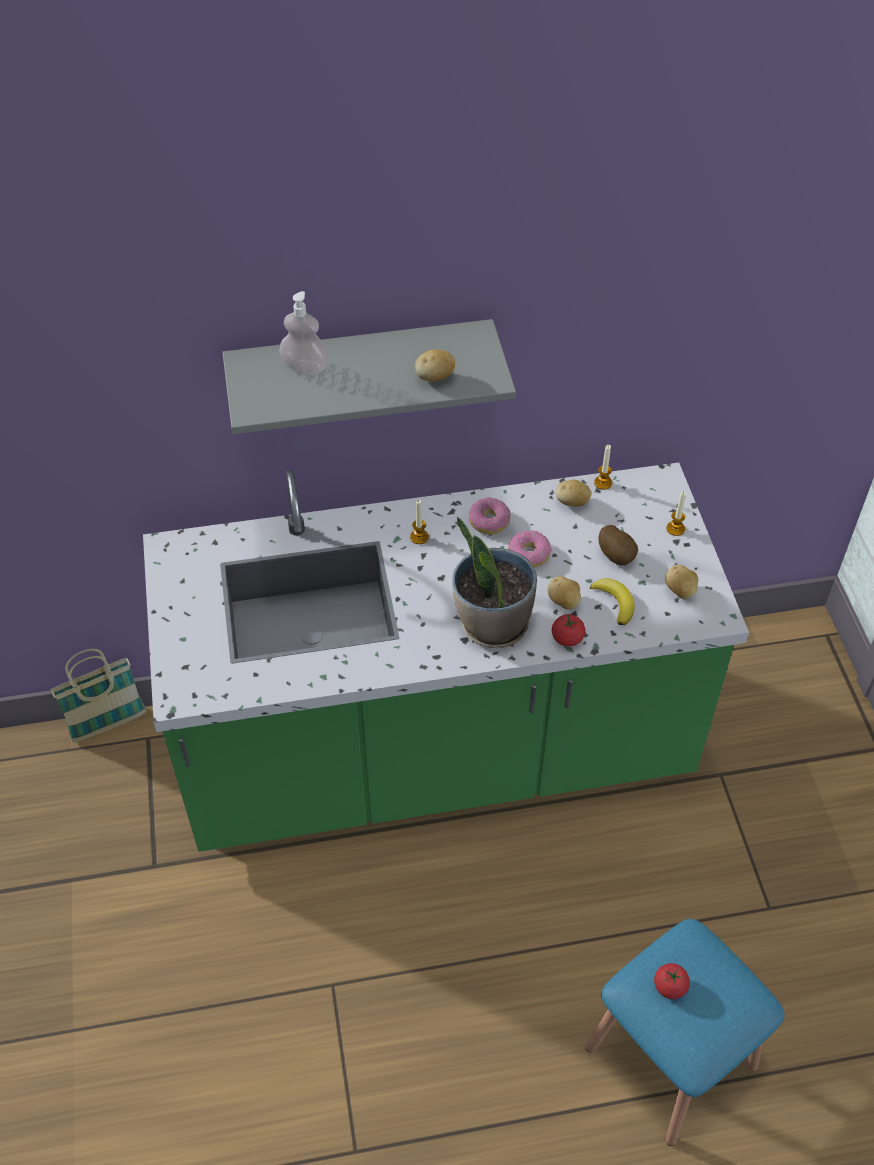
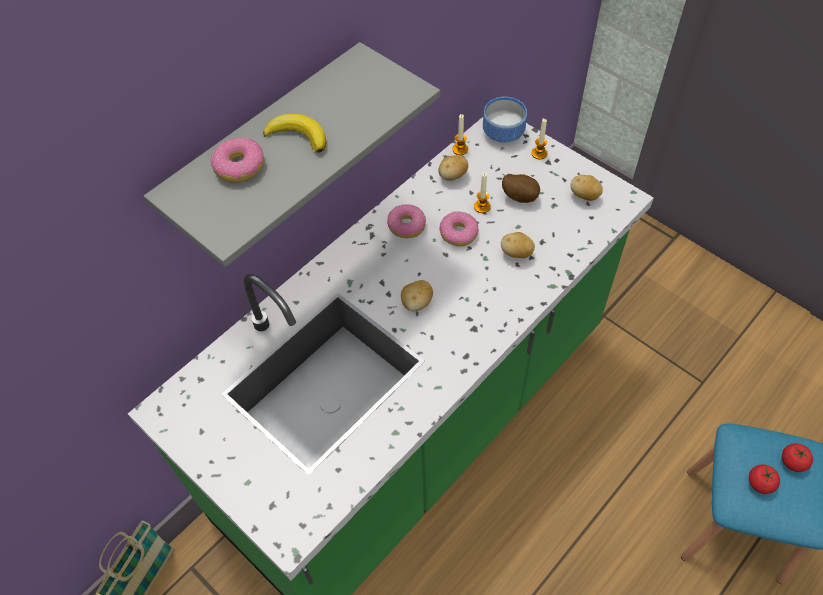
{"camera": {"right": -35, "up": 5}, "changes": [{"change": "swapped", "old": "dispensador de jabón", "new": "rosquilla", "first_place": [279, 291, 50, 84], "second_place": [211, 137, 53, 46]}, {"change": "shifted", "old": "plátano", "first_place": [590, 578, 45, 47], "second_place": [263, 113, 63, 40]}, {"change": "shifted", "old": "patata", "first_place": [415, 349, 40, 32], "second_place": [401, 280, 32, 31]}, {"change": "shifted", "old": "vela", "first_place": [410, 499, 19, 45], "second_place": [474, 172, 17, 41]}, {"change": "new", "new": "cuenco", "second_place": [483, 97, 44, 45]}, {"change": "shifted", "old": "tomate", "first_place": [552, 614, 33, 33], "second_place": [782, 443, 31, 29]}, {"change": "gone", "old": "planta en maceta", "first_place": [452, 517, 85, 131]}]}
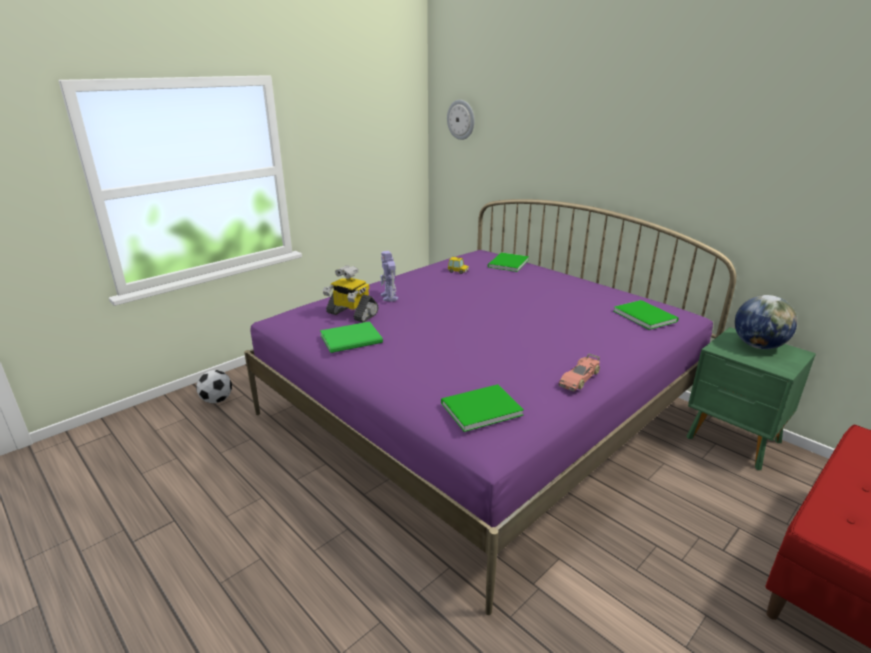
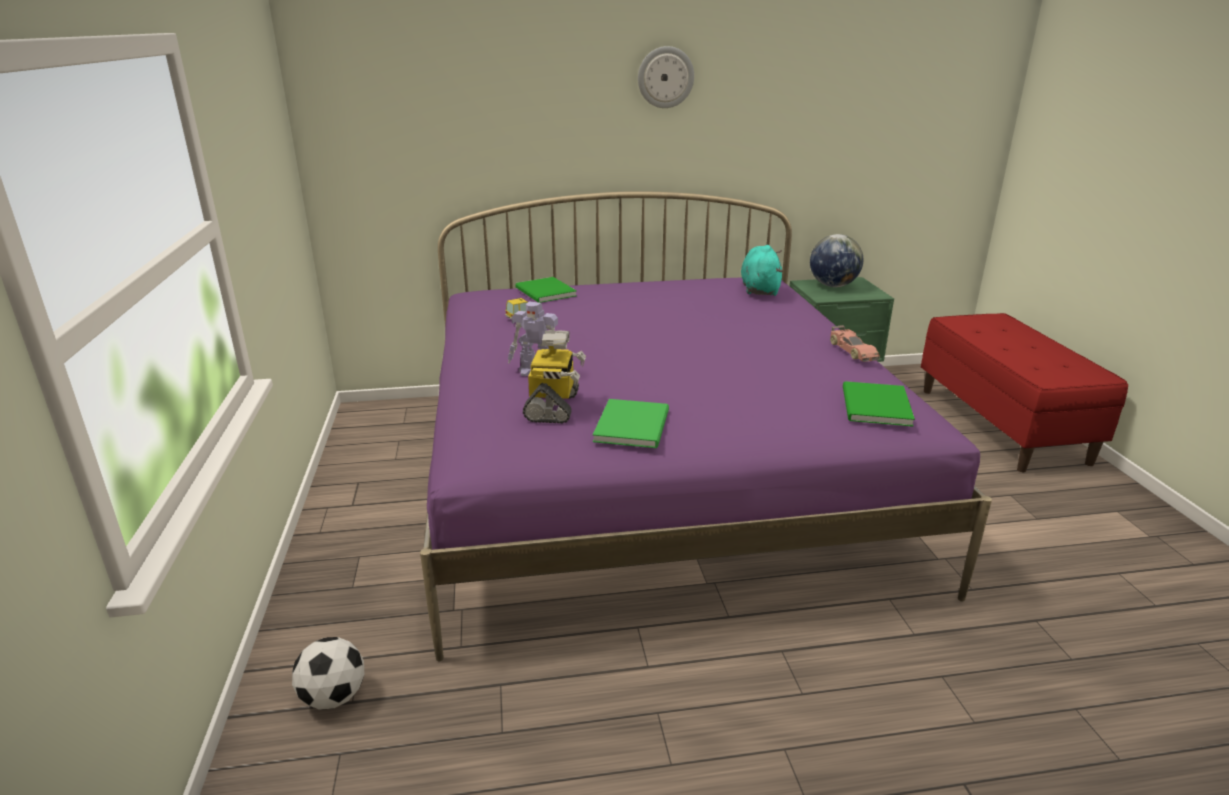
{"camera": {"right": -55, "up": 0}, "changes": [{"change": "rotated", "old": "robot de juguete", "first_place": [323, 265, 55, 57], "second_place": [523, 330, 63, 93], "degrees": -60}, {"change": "shifted", "old": "reloj de pared", "first_place": [447, 100, 27, 40], "second_place": [638, 46, 56, 62]}, {"change": "swapped", "old": "libro/verde", "new": "peluche/turquesa", "first_place": [614, 300, 65, 30], "second_place": [741, 245, 41, 51]}]}
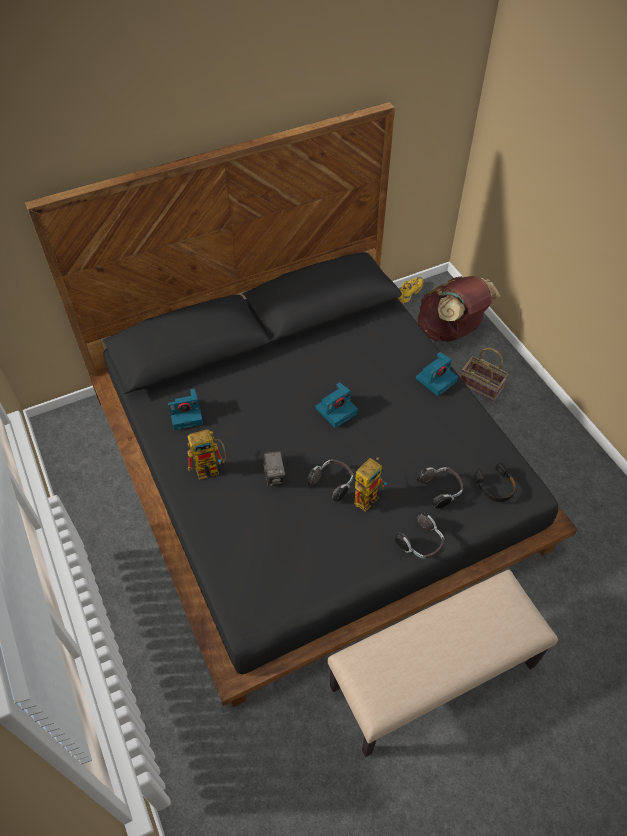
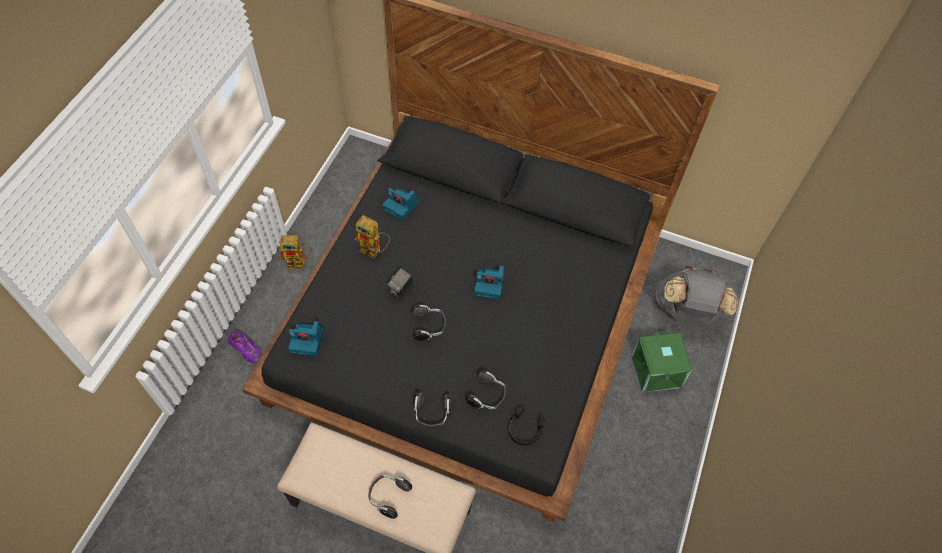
{"camera": {"right": 45, "up": 5}, "changes": [{"change": "new", "new": "zapato/morado", "second_place": [228, 331, 34, 32]}, {"change": "shifted", "old": "robot de juguete", "first_place": [354, 457, 33, 55], "second_place": [279, 235, 32, 34]}, {"change": "shifted", "old": "cámara", "first_place": [416, 352, 42, 44], "second_place": [288, 321, 35, 35]}, {"change": "new", "new": "auriculares", "second_place": [368, 475, 44, 44]}, {"change": "swapped", "old": "cesta", "new": "caja de almacenaje/verde", "first_place": [461, 348, 47, 53], "second_place": [632, 331, 60, 61]}, {"change": "repainted", "old": "mochila/marrón", "new": "mochila/gris", "first_place": [418, 276, 83, 66], "second_place": [655, 266, 83, 61]}, {"change": "gone", "old": "zapato/amarillo", "first_place": [398, 277, 25, 27]}]}
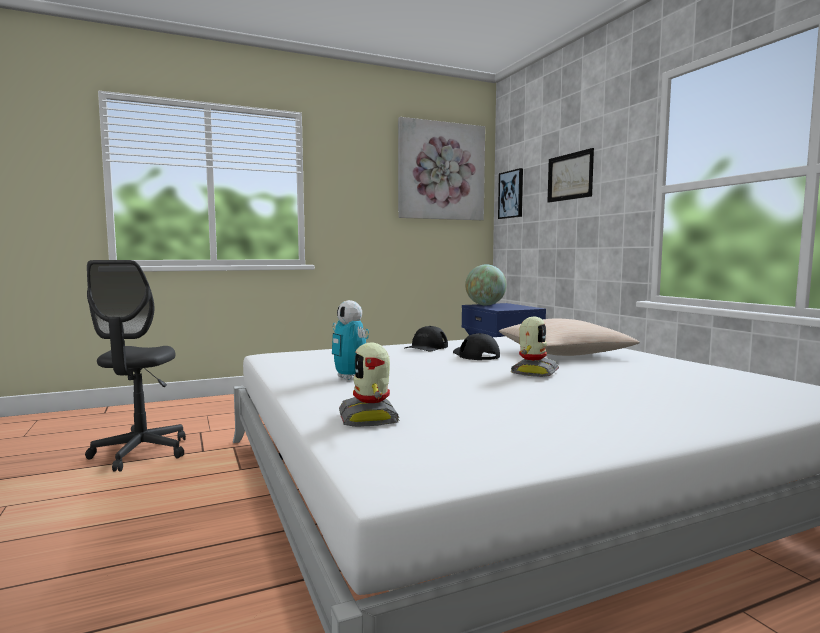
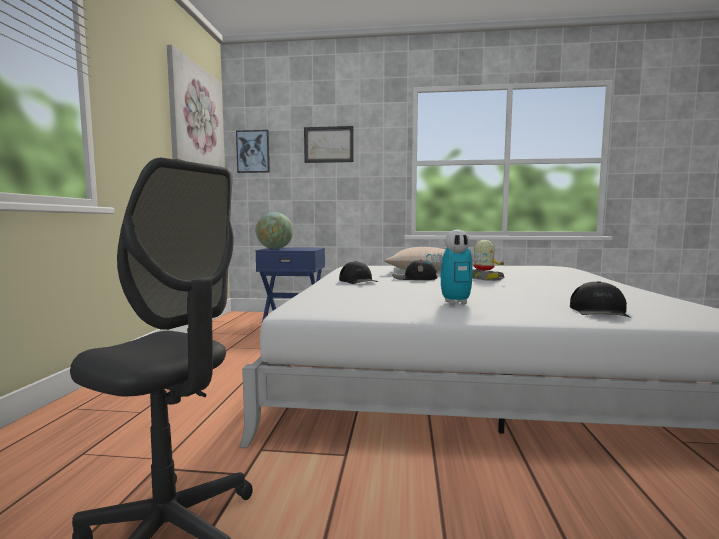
{"camera": {"right": -60, "up": 0}, "changes": [{"change": "swapped", "old": "robot de juguete", "new": "gorra/negro", "first_place": [339, 342, 60, 85], "second_place": [570, 281, 61, 37]}]}
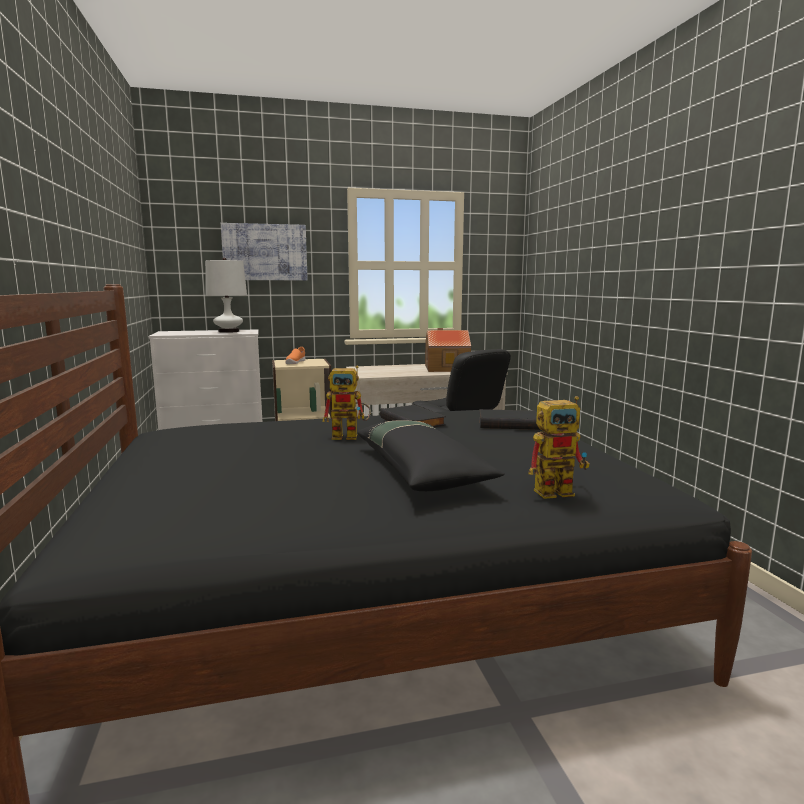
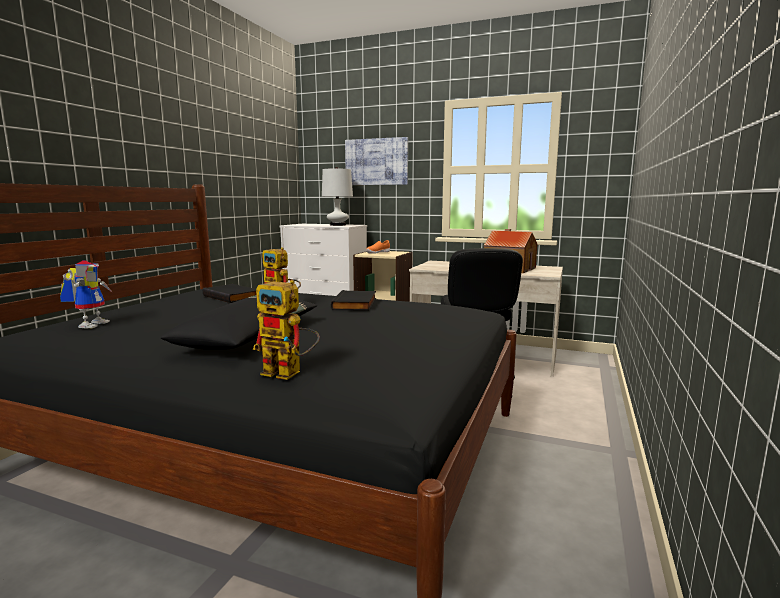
{"camera": {"right": 35, "up": 0}, "changes": [{"change": "new", "new": "robot de juguete", "second_place": [60, 260, 53, 69]}, {"change": "shifted", "old": "libro/negro", "first_place": [479, 409, 62, 21], "second_place": [203, 284, 53, 19]}]}
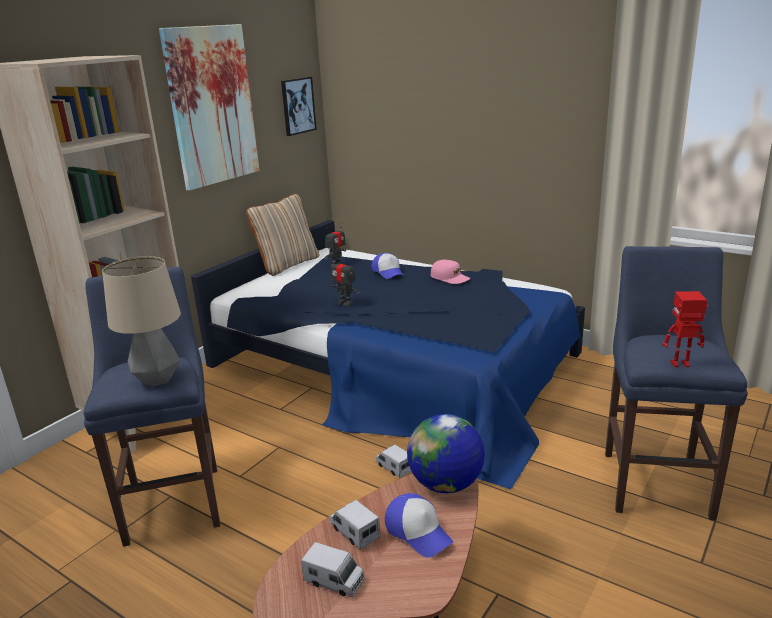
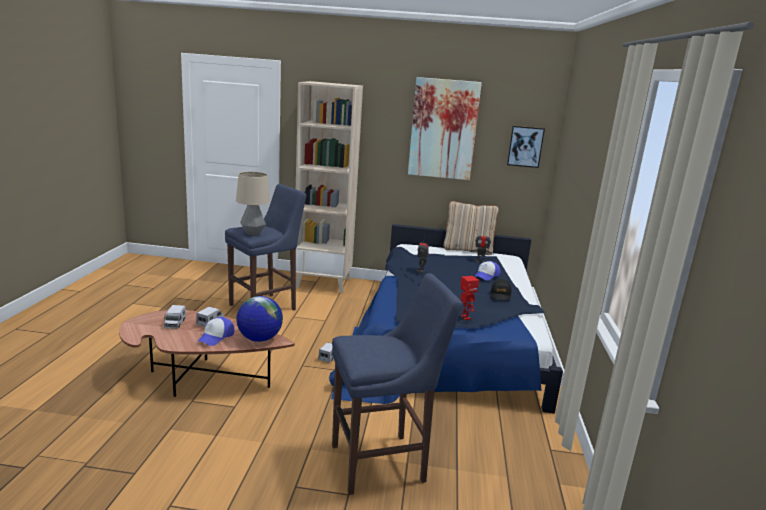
{"camera": {"right": 60, "up": -5}, "changes": [{"change": "shifted", "old": "robot de juguete", "first_place": [662, 291, 45, 76], "second_place": [460, 276, 19, 44]}, {"change": "repainted", "old": "gorra/rosa", "new": "gorra/negro", "first_place": [431, 260, 40, 24], "second_place": [491, 279, 21, 22]}]}
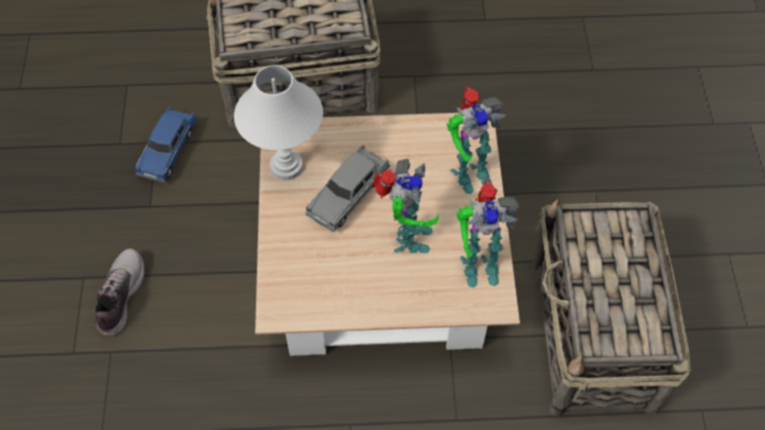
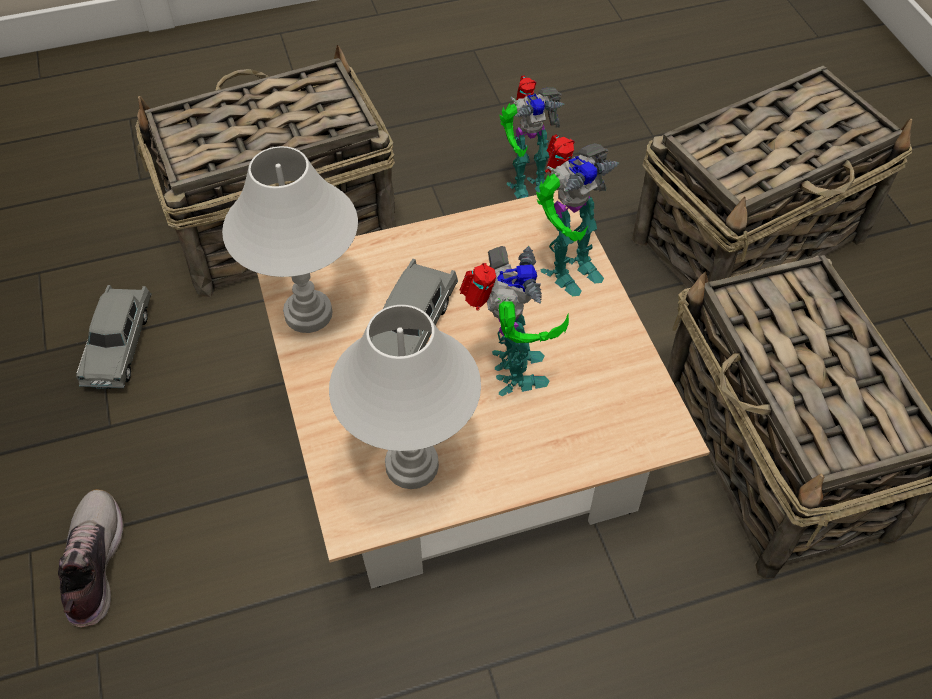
{"camera": {"right": -15, "up": -5}, "changes": [{"change": "repainted", "old": "coche de juguete/azul", "new": "coche de juguete/gris", "first_place": [135, 107, 62, 75], "second_place": [76, 285, 76, 104]}, {"change": "new", "new": "lámpara de mesa/blanco", "second_place": [329, 305, 152, 184]}, {"change": "shifted", "old": "robot de juguete", "first_place": [456, 180, 63, 108], "second_place": [499, 75, 66, 124]}, {"change": "new", "new": "cesta", "second_place": [632, 66, 280, 222]}]}
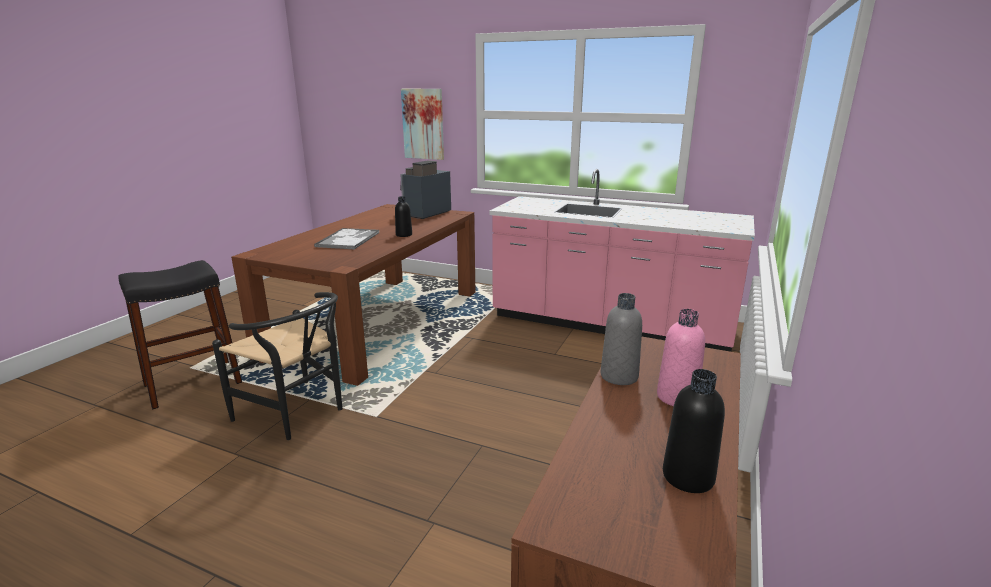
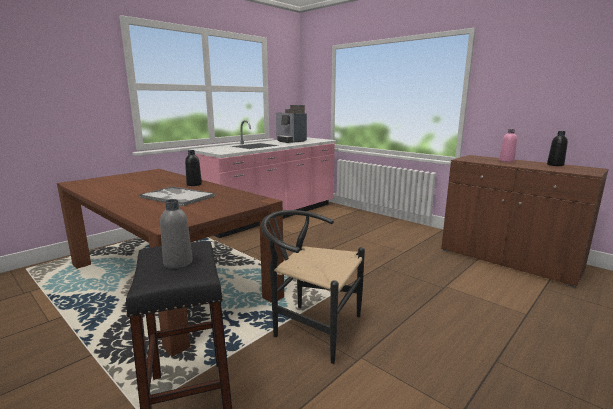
{"camera": {"right": -70, "up": -5}, "changes": [{"change": "shifted", "old": "botella/gris", "first_place": [601, 293, 41, 92], "second_place": [160, 199, 33, 69]}, {"change": "rotated", "old": "silla/negro", "first_place": [212, 292, 131, 149], "second_place": [261, 210, 104, 154], "degrees": -120}, {"change": "shifted", "old": "cafetera", "first_place": [400, 160, 51, 59], "second_place": [276, 105, 31, 38]}, {"change": "gone", "old": "cuadro", "first_place": [401, 89, 43, 71]}]}
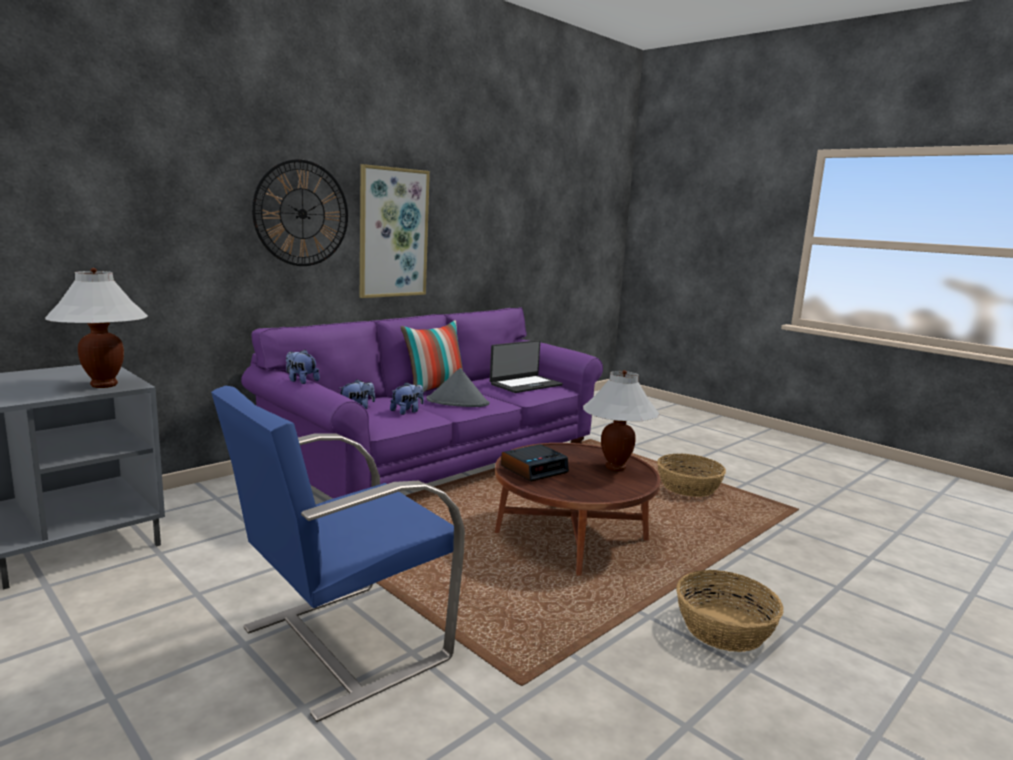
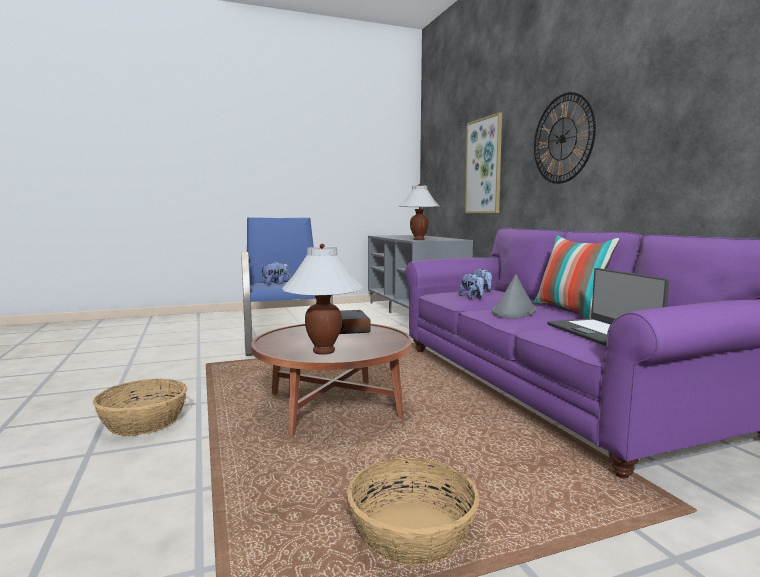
{"camera": {"right": 115, "up": -5}, "changes": [{"change": "shifted", "old": "peluche", "first_place": [286, 350, 34, 34], "second_place": [260, 262, 30, 23]}, {"change": "shifted", "old": "cuadro", "first_place": [360, 164, 70, 134], "second_place": [465, 112, 37, 101]}]}
